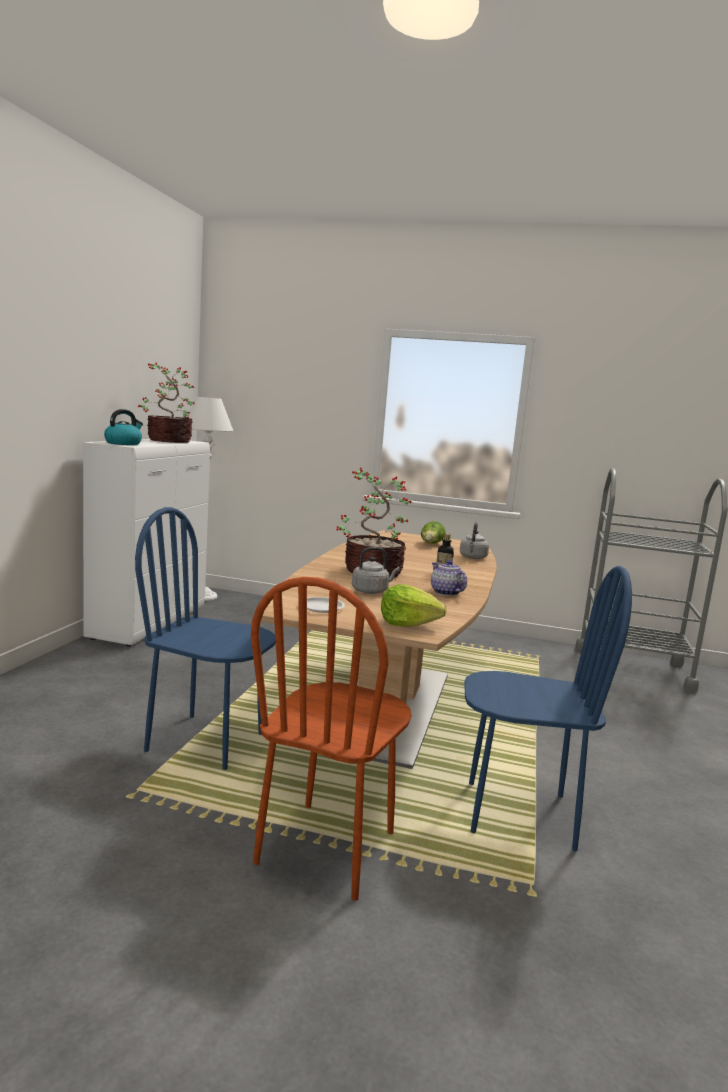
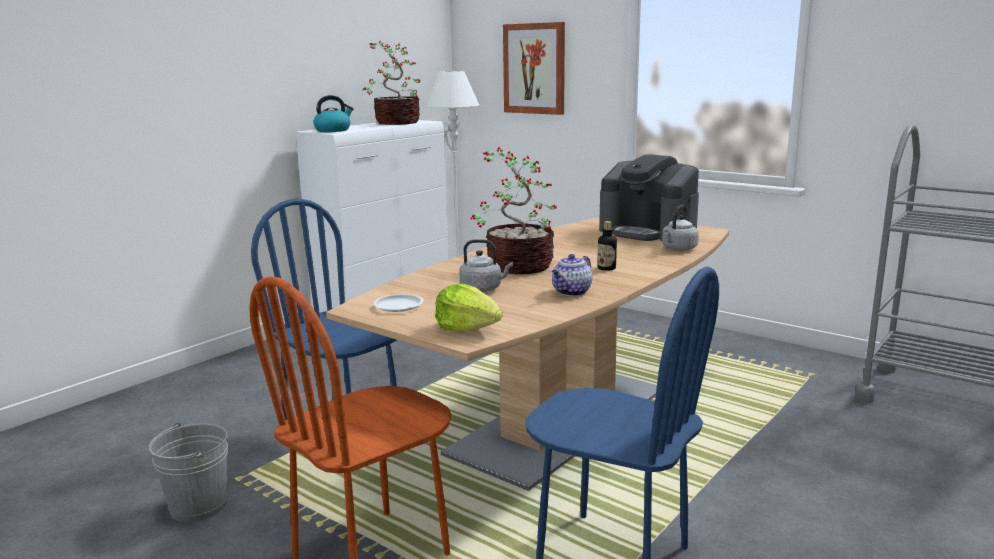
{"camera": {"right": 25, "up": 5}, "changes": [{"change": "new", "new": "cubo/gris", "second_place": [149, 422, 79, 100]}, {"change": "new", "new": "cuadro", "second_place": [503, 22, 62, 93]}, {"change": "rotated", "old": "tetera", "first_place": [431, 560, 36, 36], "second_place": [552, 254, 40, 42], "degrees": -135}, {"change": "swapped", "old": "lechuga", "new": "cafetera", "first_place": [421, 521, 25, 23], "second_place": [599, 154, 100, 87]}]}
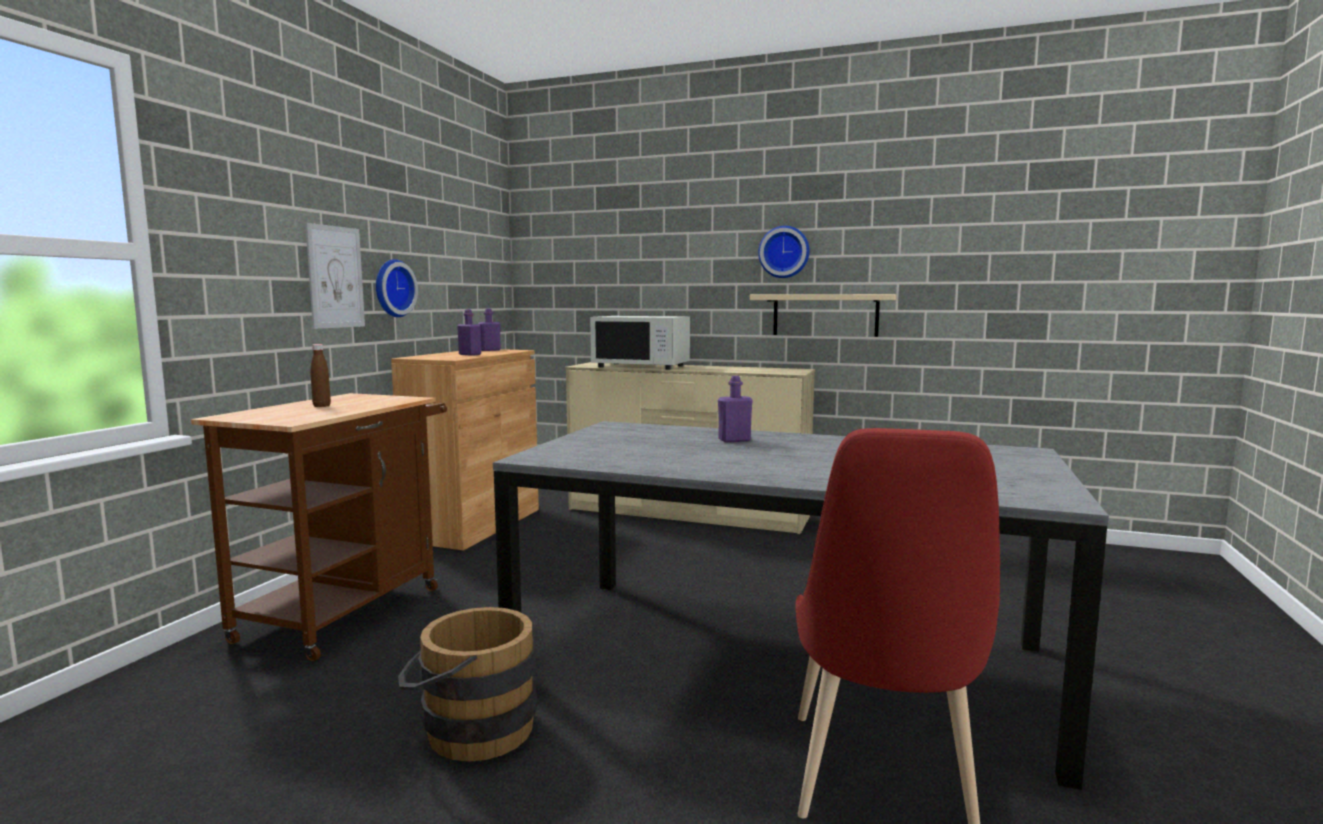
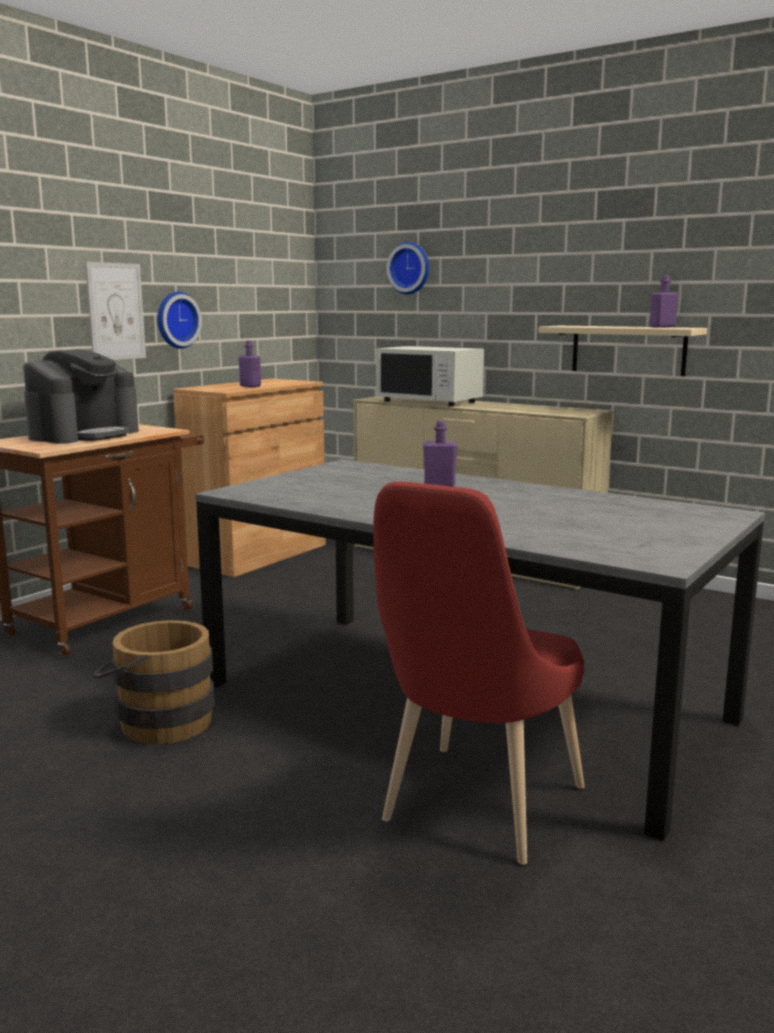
{"camera": {"right": 15, "up": 5}, "changes": [{"change": "swapped", "old": "botella/marrón", "new": "cafetera", "first_place": [310, 344, 21, 63], "second_place": [23, 349, 116, 95]}, {"change": "shifted", "old": "reloj de pared", "first_place": [758, 226, 52, 52], "second_place": [386, 242, 43, 52]}, {"change": "shifted", "old": "botella/morado", "first_place": [478, 308, 23, 43], "second_place": [650, 275, 28, 53]}]}
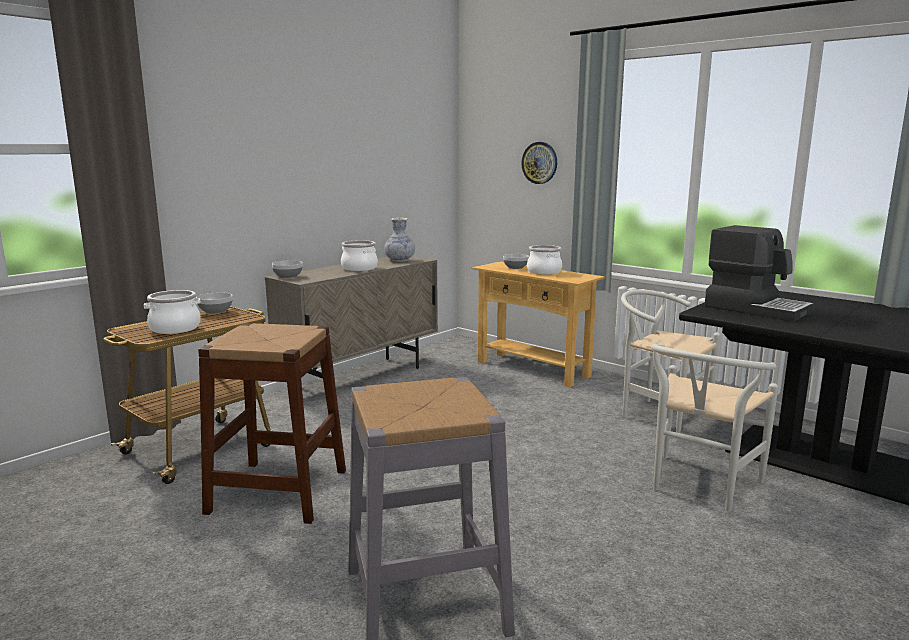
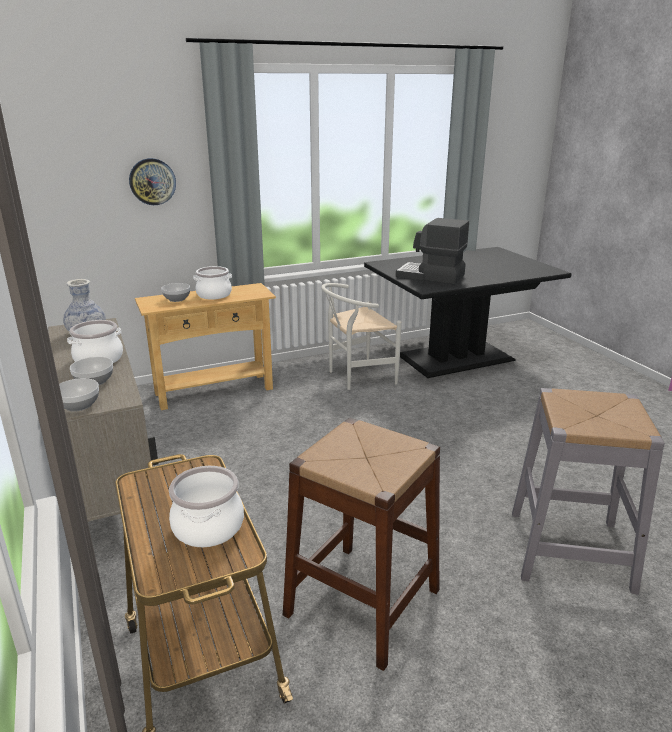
{"camera": {"right": -65, "up": 10}, "changes": [{"change": "shifted", "old": "cuenco", "first_place": [196, 293, 37, 21], "second_place": [70, 357, 43, 28]}, {"change": "rotated", "old": "cafetera", "first_place": [705, 225, 109, 97], "second_place": [396, 218, 73, 67], "degrees": -135}, {"change": "gone", "old": "silla/blanco", "first_place": [651, 344, 127, 168]}]}
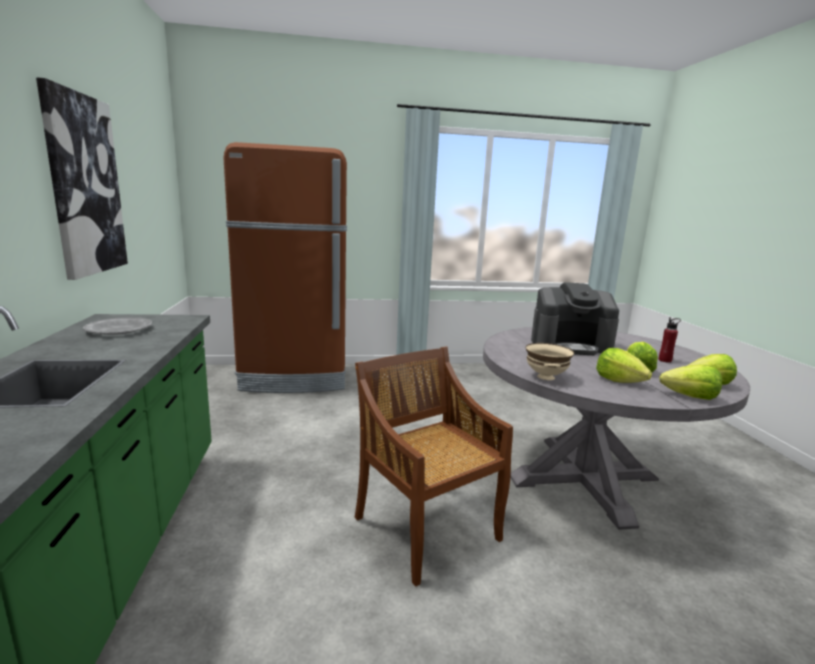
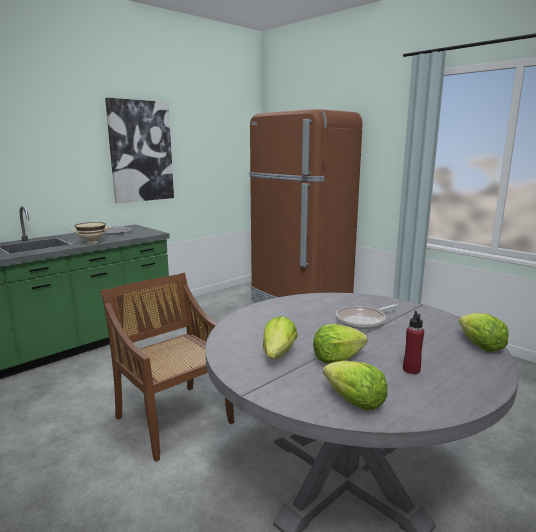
{"camera": {"right": 55, "up": 0}, "changes": [{"change": "shifted", "old": "cuenco/beis", "first_place": [526, 343, 48, 37], "second_place": [70, 222, 41, 22]}, {"change": "rotated", "old": "silla/marrón", "first_place": [354, 347, 159, 240], "second_place": [101, 272, 134, 190], "degrees": -60}, {"change": "swapped", "old": "cafetera", "new": "sartén", "first_place": [531, 282, 88, 73], "second_place": [336, 304, 62, 26]}, {"change": "shifted", "old": "lechuga", "first_place": [659, 365, 63, 35], "second_place": [459, 313, 50, 39]}]}
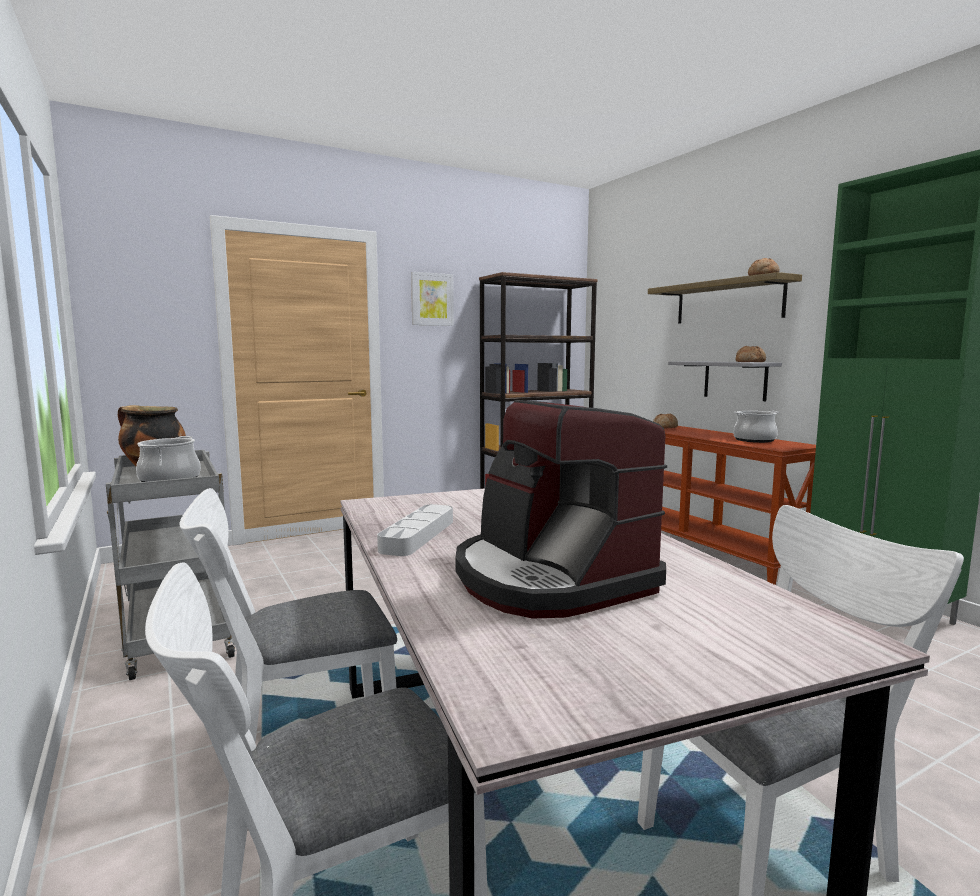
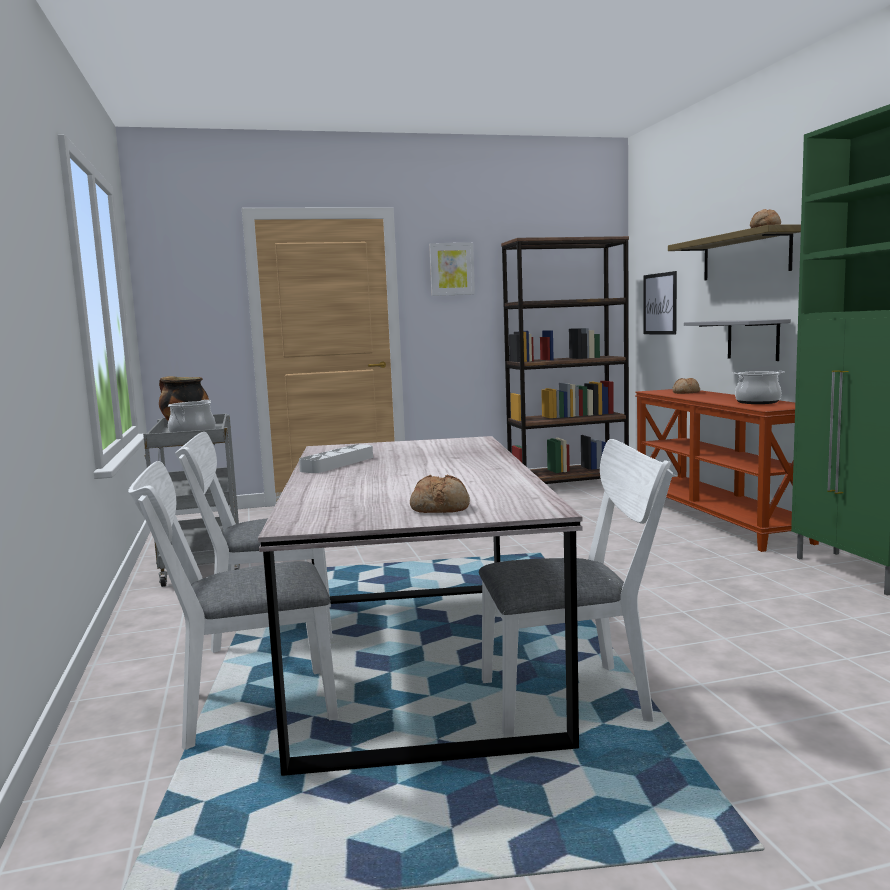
{"camera": {"right": 15, "up": 0}, "changes": [{"change": "shifted", "old": "pan", "first_place": [735, 346, 31, 16], "second_place": [410, 475, 60, 38]}, {"change": "new", "new": "cuadro", "second_place": [643, 271, 34, 64]}, {"change": "gone", "old": "cafetera", "first_place": [455, 400, 212, 219]}]}
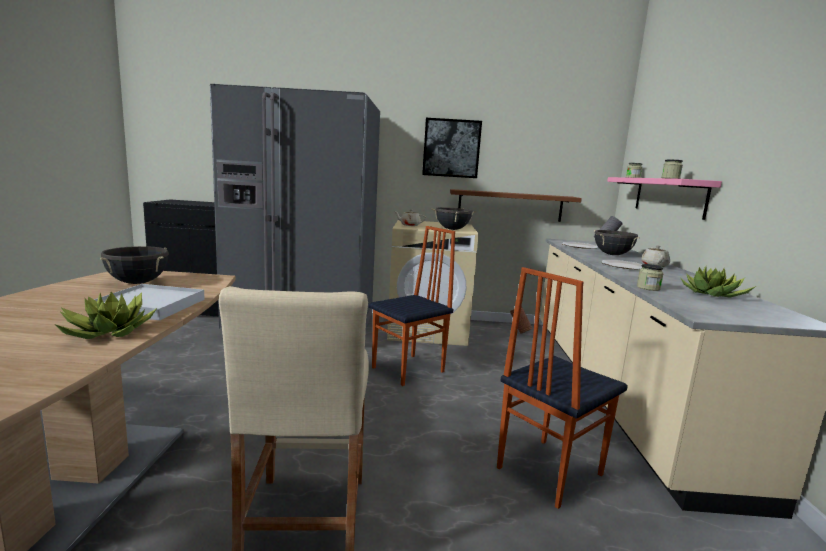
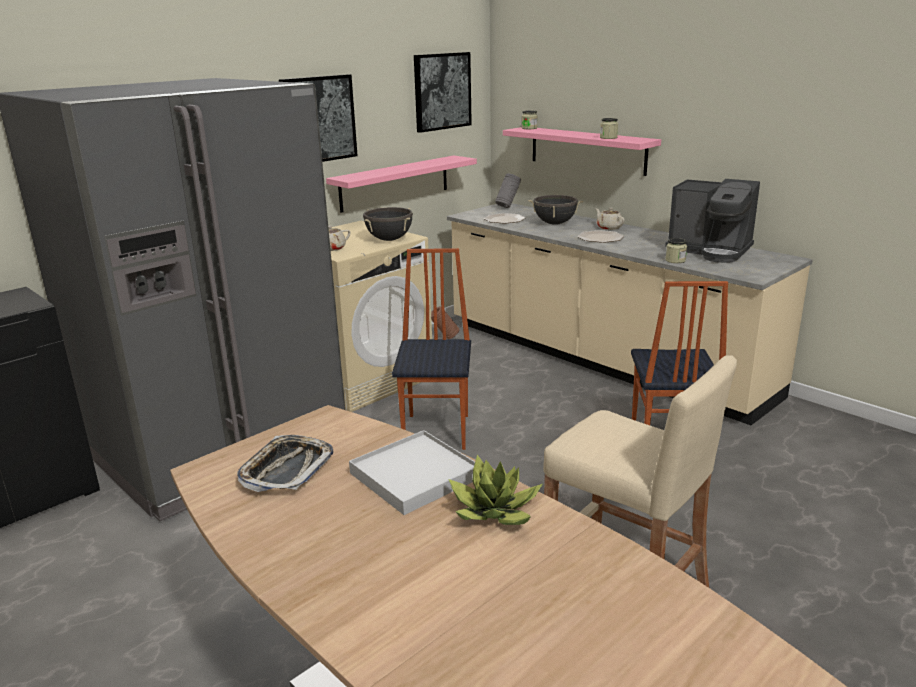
{"camera": {"right": -45, "up": 10}, "changes": [{"change": "swapped", "old": "olla/negro", "new": "bandeja", "first_place": [100, 246, 69, 38], "second_place": [237, 435, 97, 57]}, {"change": "repainted", "old": "estante/marrón", "new": "estante/rosa", "first_place": [450, 189, 132, 33], "second_place": [326, 156, 151, 57]}, {"change": "new", "new": "cuadro", "second_place": [414, 52, 58, 81]}, {"change": "swapped", "old": "planta en maceta", "new": "cafetera", "first_place": [681, 266, 75, 32], "second_place": [665, 179, 95, 84]}]}
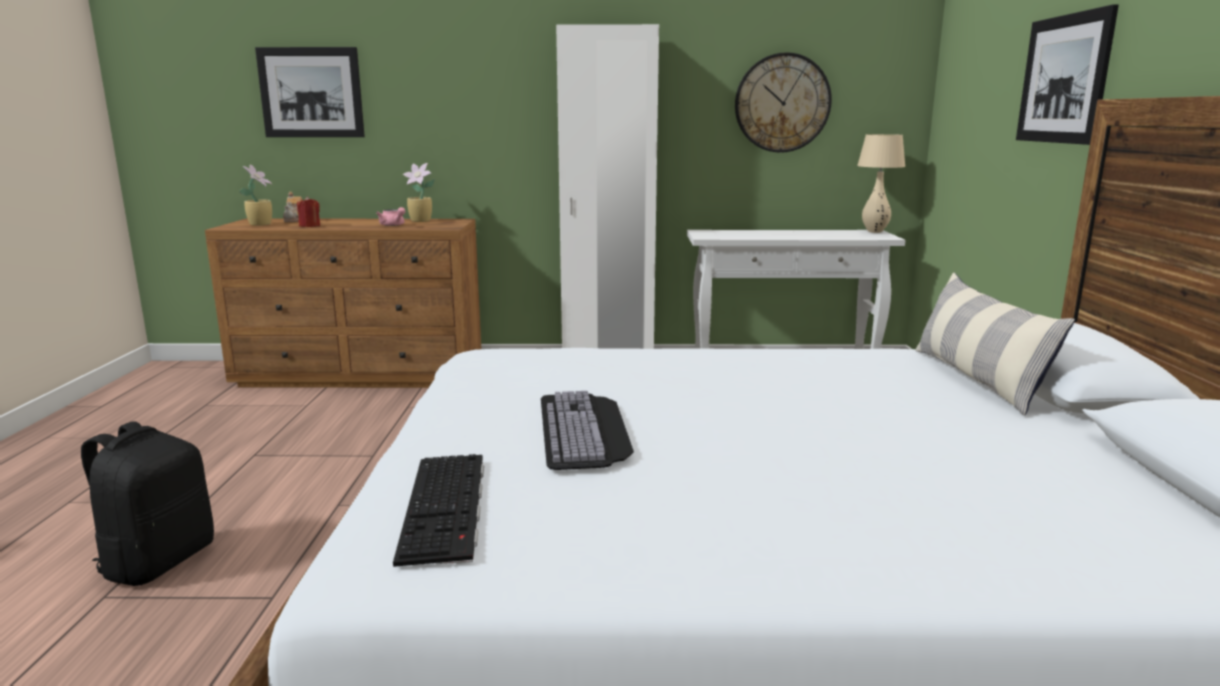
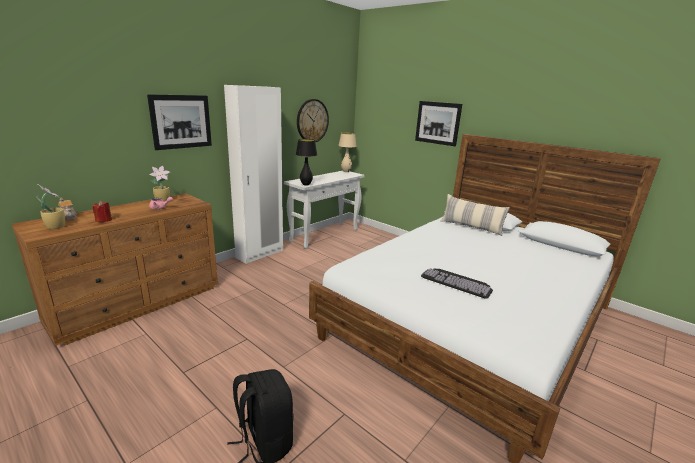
{"camera": {"right": -50, "up": 5}, "changes": [{"change": "shifted", "old": "cuadro", "first_place": [255, 47, 110, 90], "second_place": [147, 94, 65, 56]}, {"change": "new", "new": "lámpara de mesa/negro", "second_place": [296, 139, 21, 47]}, {"change": "gone", "old": "teclado", "first_place": [393, 454, 91, 113]}]}
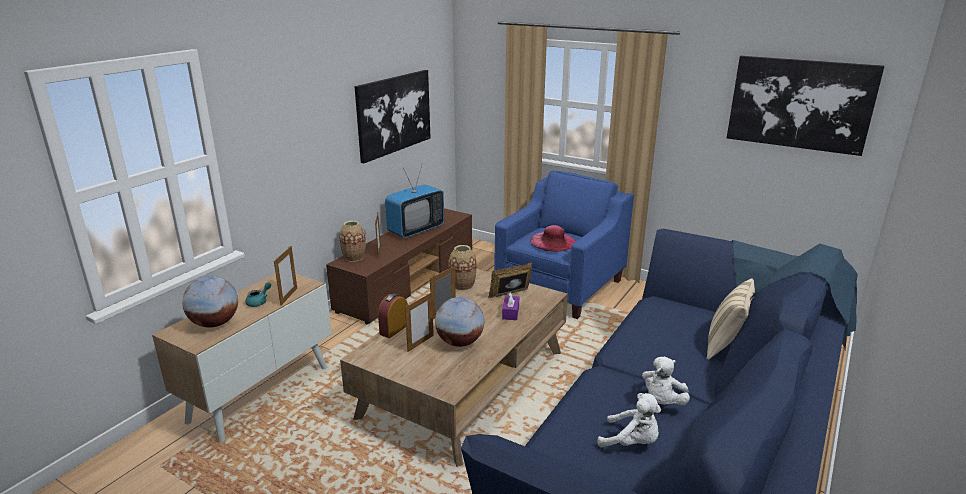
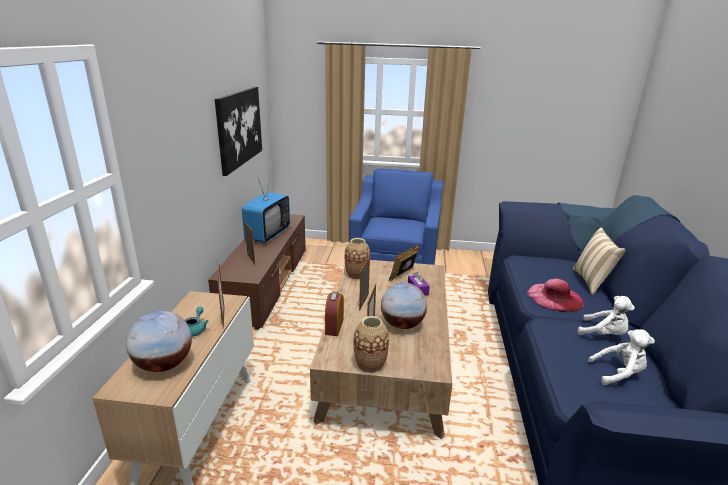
{"camera": {"right": -25, "up": 0}, "changes": [{"change": "shifted", "old": "florero", "first_place": [340, 221, 26, 41], "second_place": [354, 316, 35, 57]}, {"change": "shifted", "old": "sombrero/rosa", "first_place": [530, 225, 46, 27], "second_place": [527, 279, 57, 33]}, {"change": "rotated", "old": "peluche/blanco", "first_place": [642, 356, 48, 49], "second_place": [578, 296, 57, 39], "degrees": -60}, {"change": "gone", "old": "cuadro", "first_place": [727, 56, 157, 100]}]}
